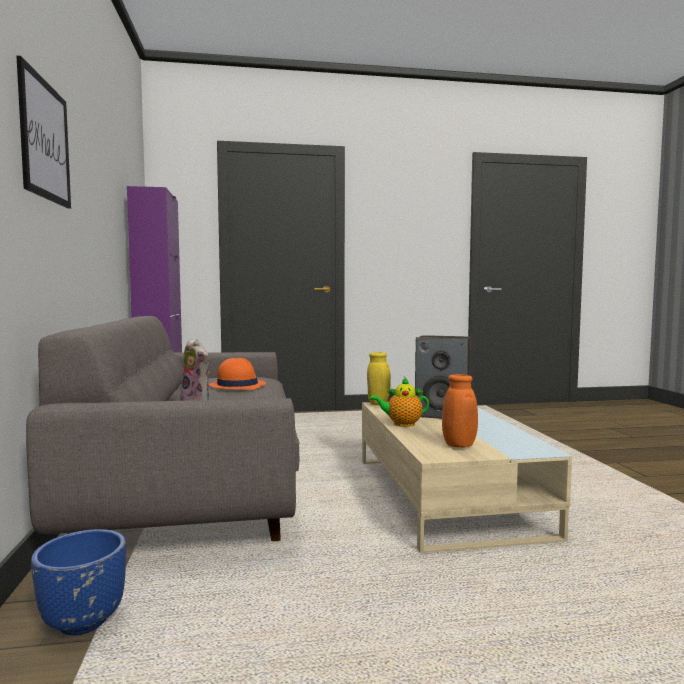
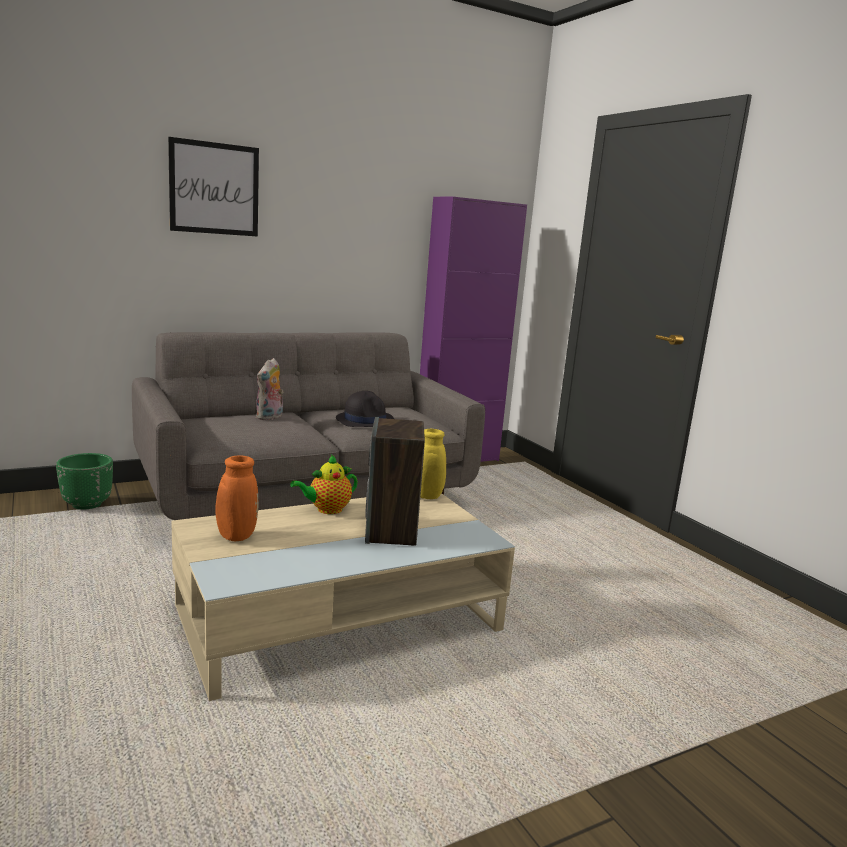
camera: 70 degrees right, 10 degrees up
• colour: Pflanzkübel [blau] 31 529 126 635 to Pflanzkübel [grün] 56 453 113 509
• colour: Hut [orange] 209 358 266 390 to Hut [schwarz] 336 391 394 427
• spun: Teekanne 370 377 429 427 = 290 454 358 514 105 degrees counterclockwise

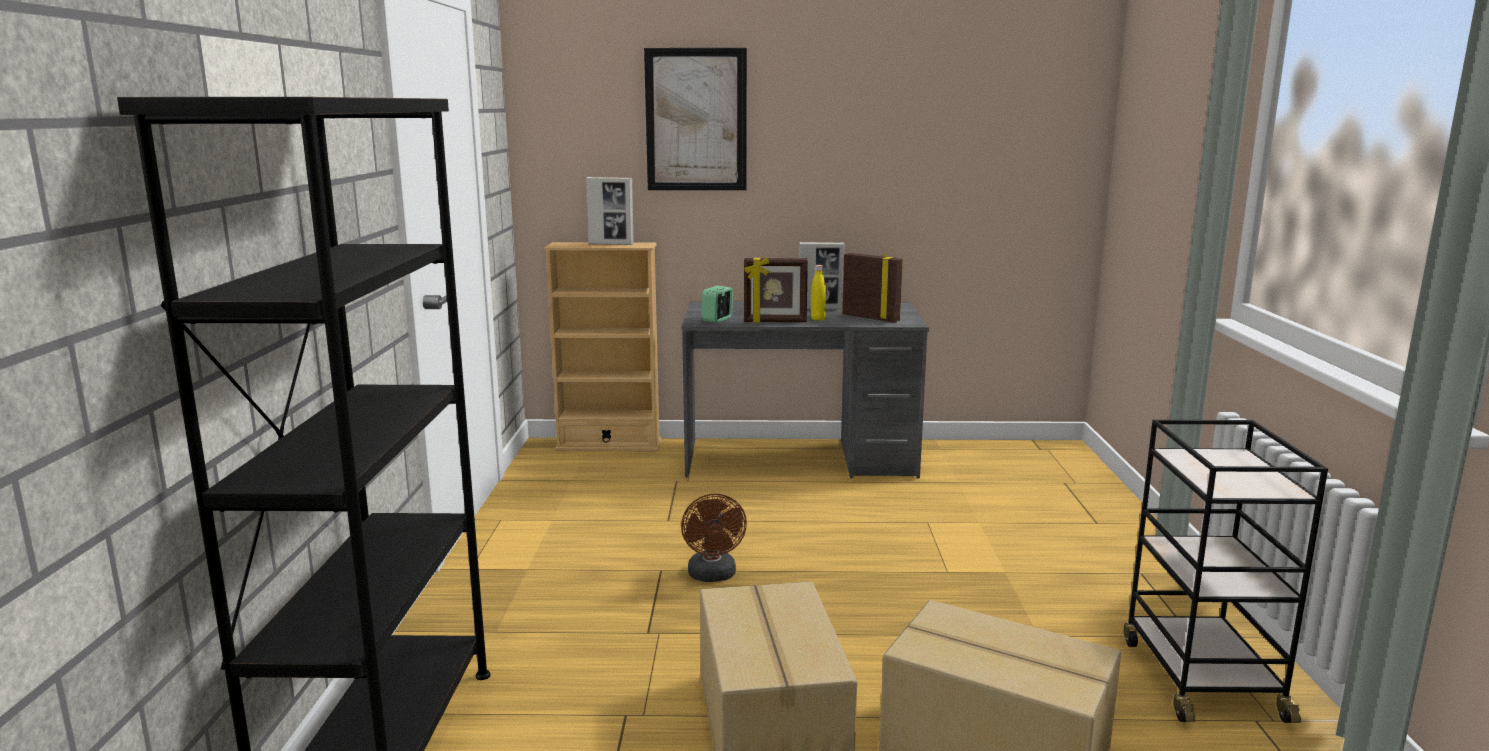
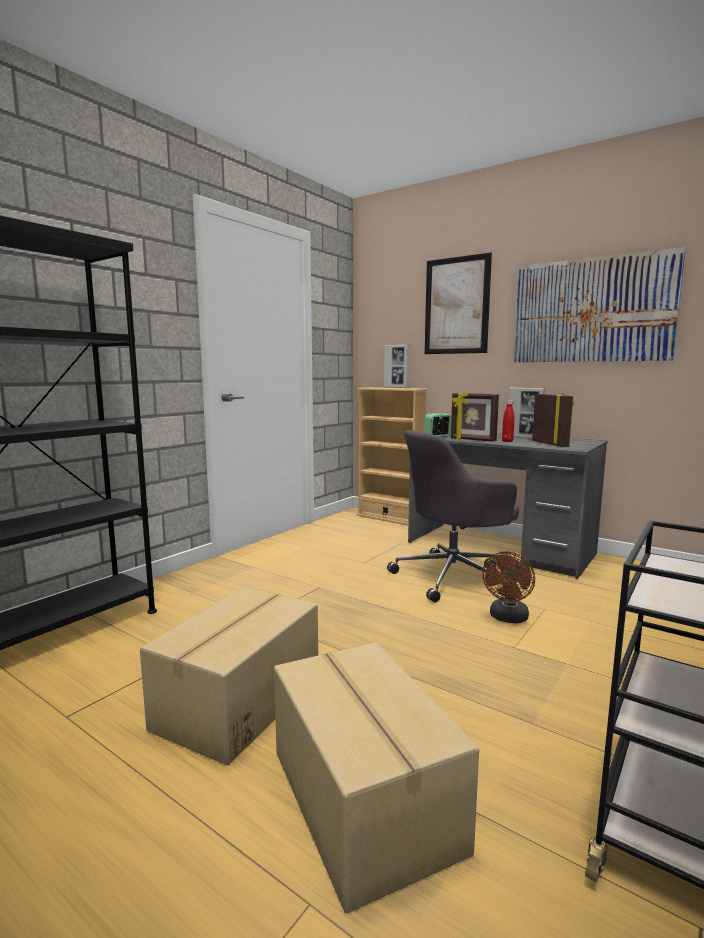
camera: 35 degrees right, 5 degrees down
• appeared: Bürostuhl [grau] 387 430 519 603
• appeared: Bild 513 247 686 362
• relocated: Ventilator [braun] 681 494 747 582 to 482 551 535 623
• colour: Flasche [gelb] 811 265 826 320 to Flasche [rot] 502 400 514 442

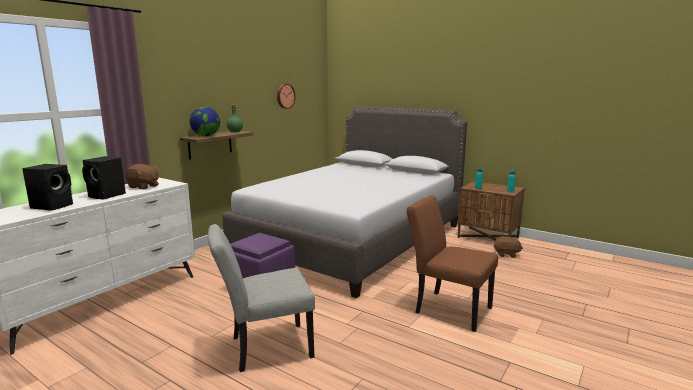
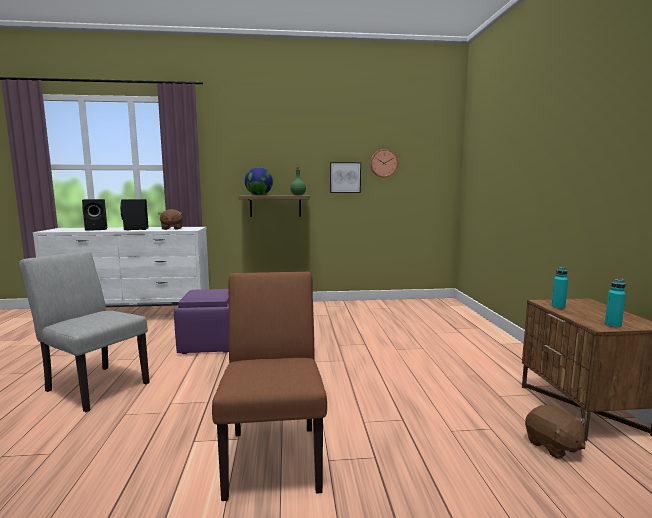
camera: 50 degrees right, 5 degrees down
• missing: Bett [grau] 223 106 467 298
• appeared: Bild 330 162 361 193

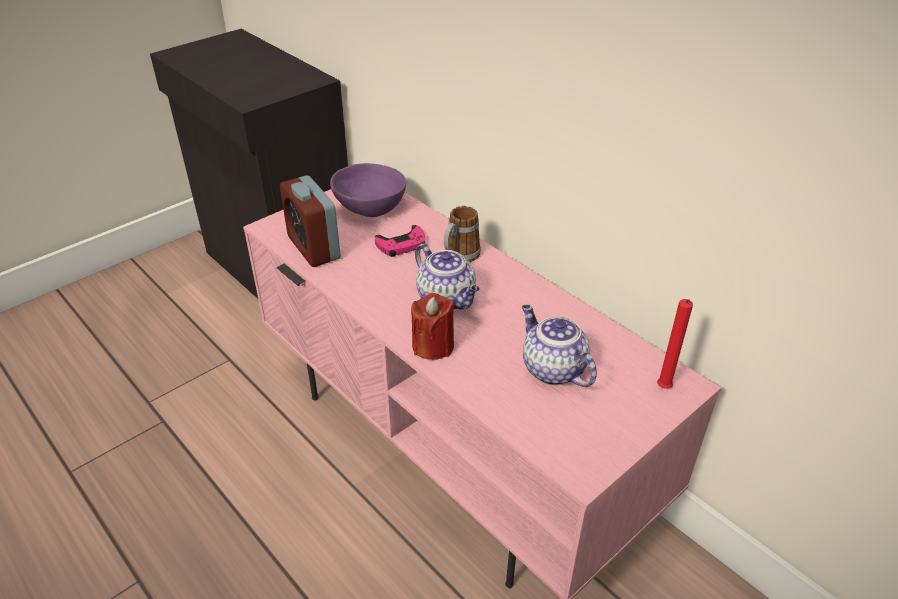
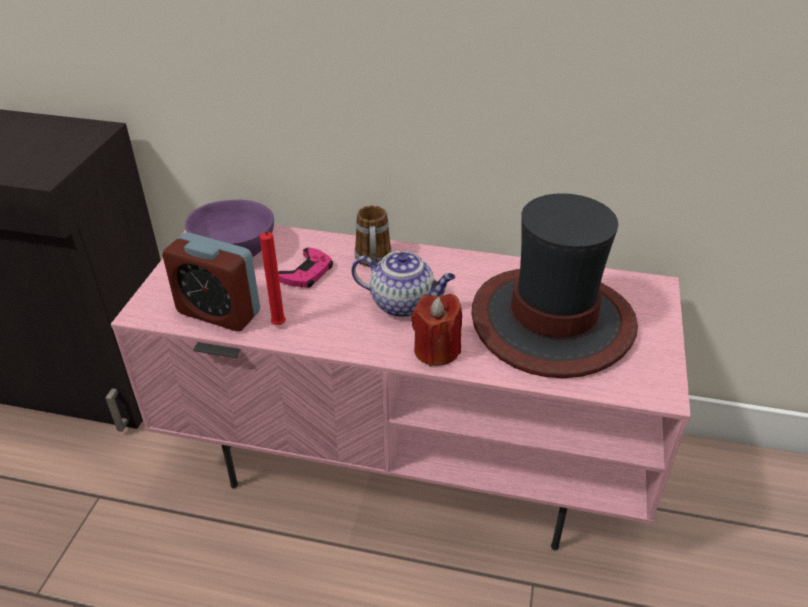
camera: 35 degrees left, 0 degrees up
• relocated: Kerze [rot] 657 299 693 389 to 260 230 286 325
• exchanged: Teekanne 522 305 597 387 to Hut 471 193 638 378

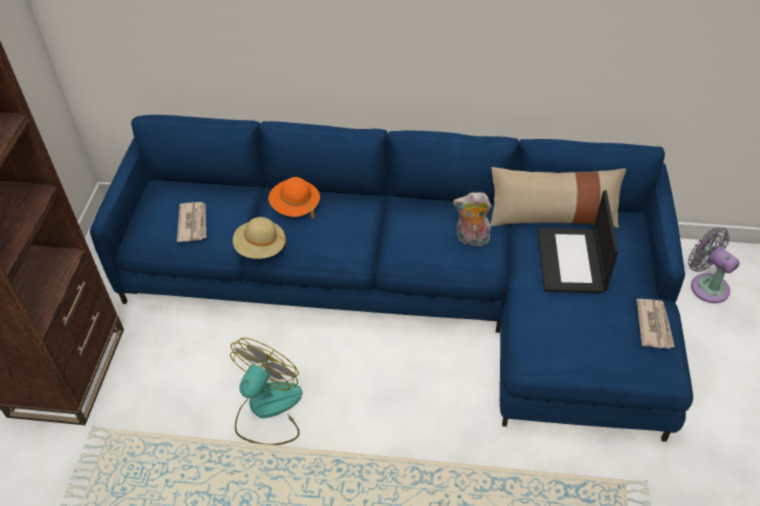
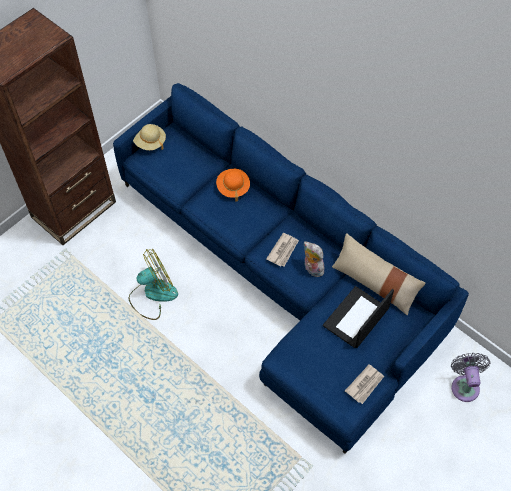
camera: 35 degrees right, 10 degrees up
• relocated: Zeitung 177 202 207 242 to 266 233 299 267
• relocated: Hut [beige] 233 217 287 259 to 133 124 166 150

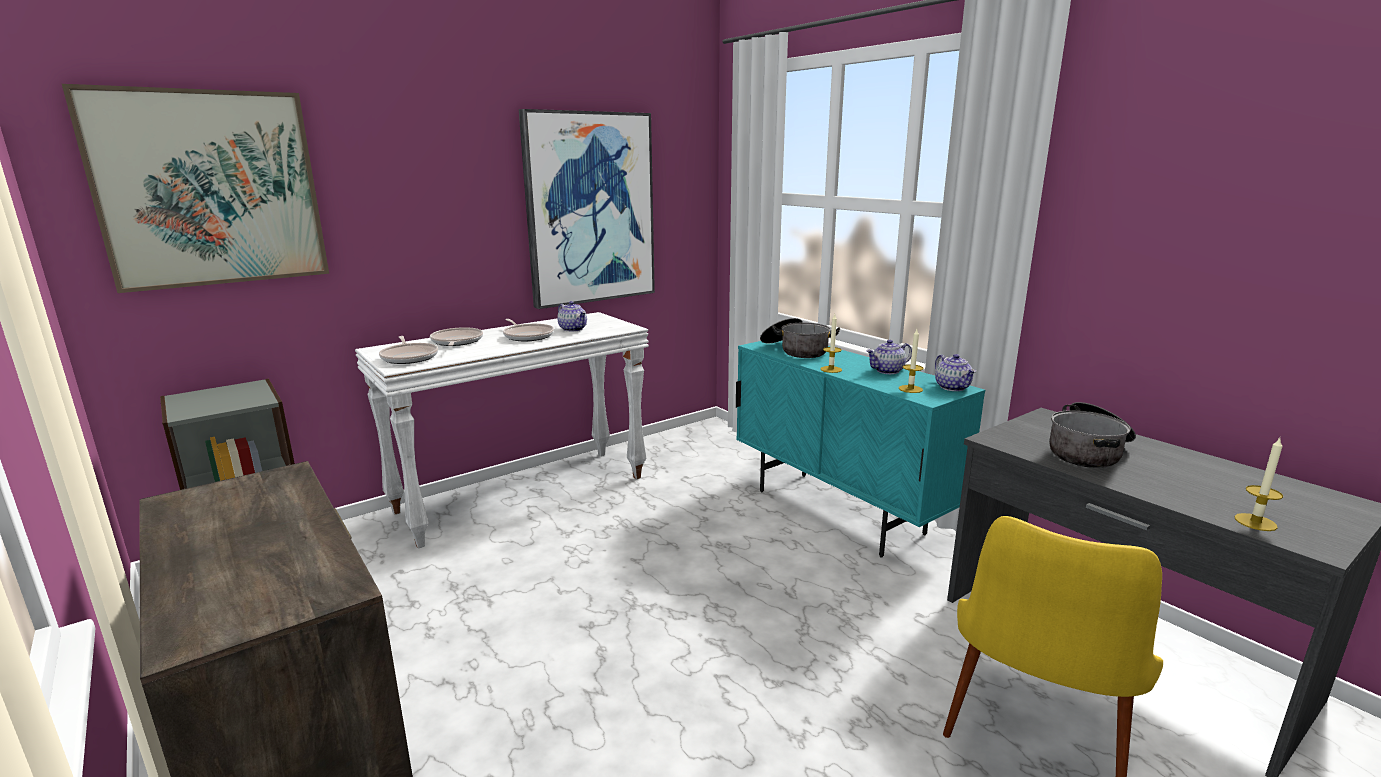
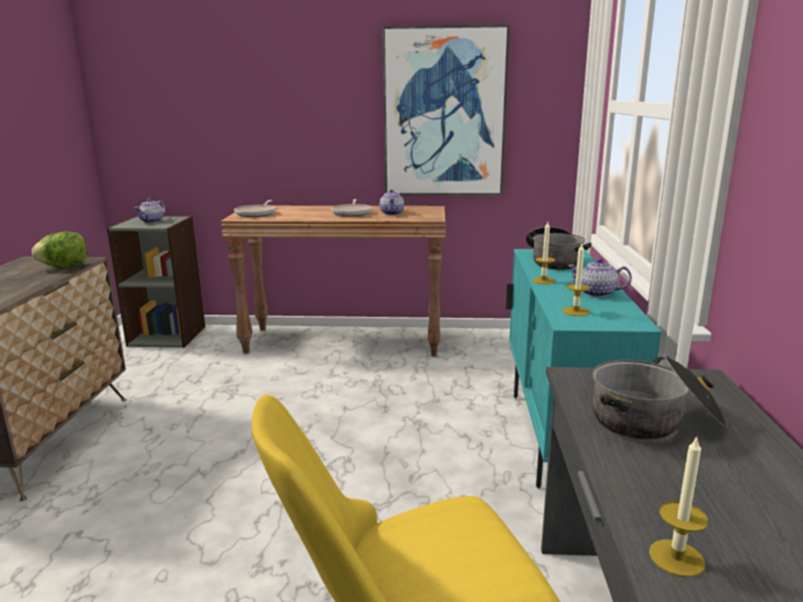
camera: 40 degrees right, 0 degrees up
• missing: Bild 62 84 329 293
• missing: Pfanne 430 327 483 346
• appeared: Salatkopf 32 232 87 268
• relocated: Teekanne 935 354 976 391 to 135 198 165 223
• colour: Konsolentisch [weiß] 355 312 649 549 to Konsolentisch [braun] 220 206 446 356

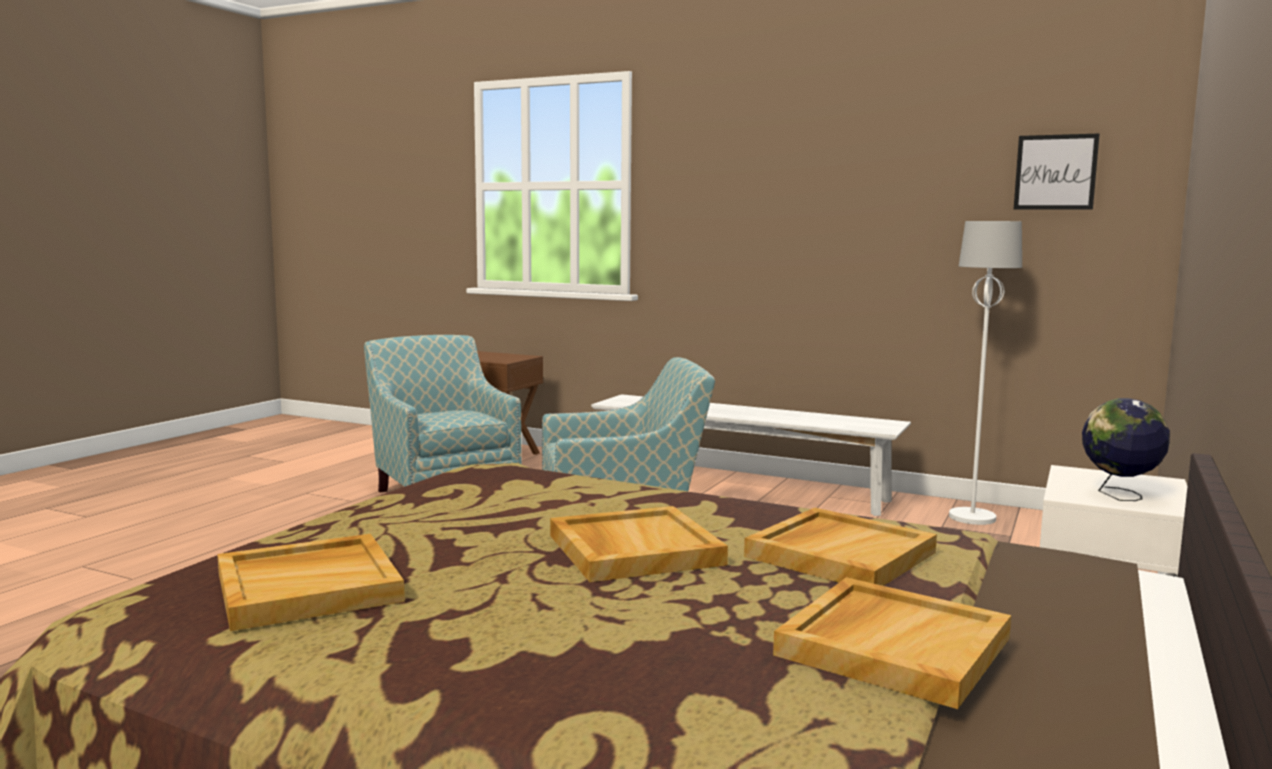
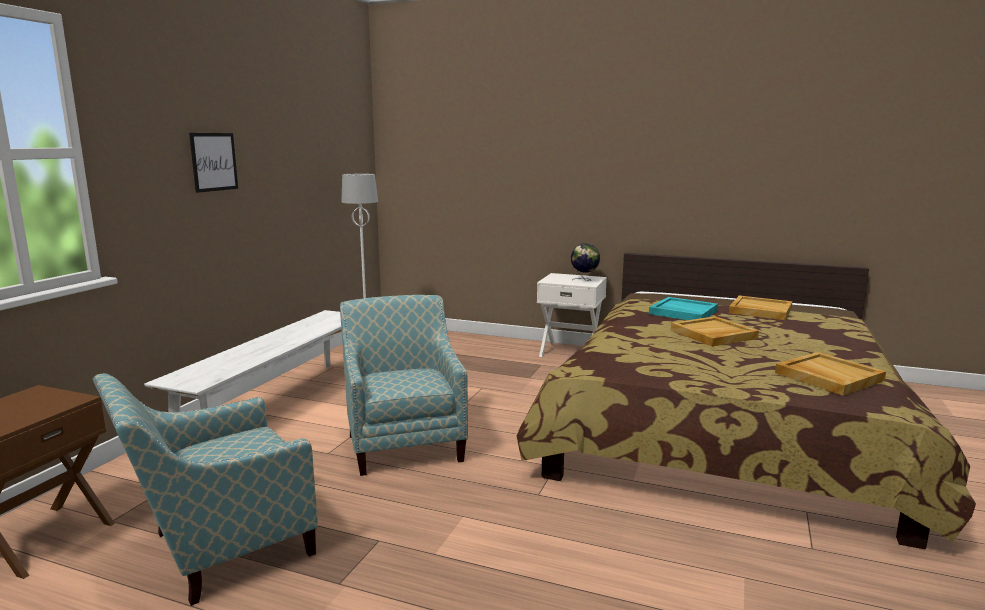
camera: 95 degrees left, 5 degrees up
• relocated: Bild 1014 133 1100 210 to 189 133 238 193
• colour: Tablett [beige] 744 508 937 586 to Tablett [türkis] 649 297 718 320

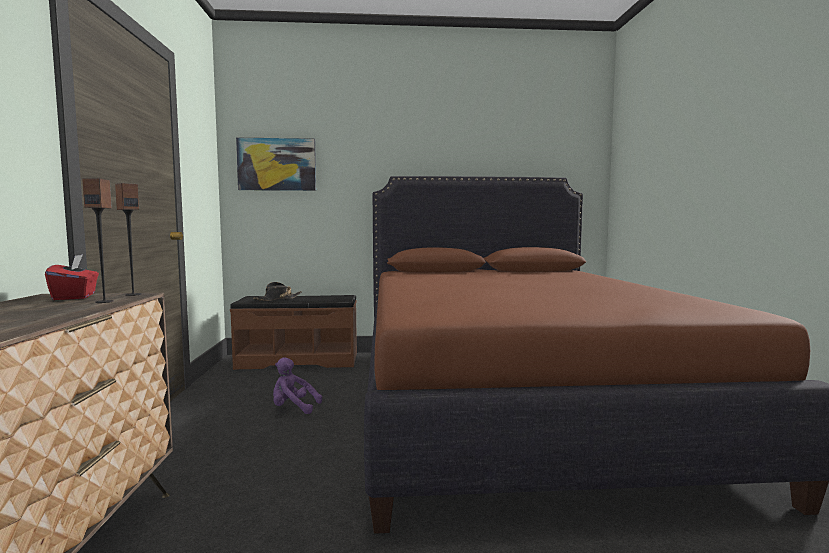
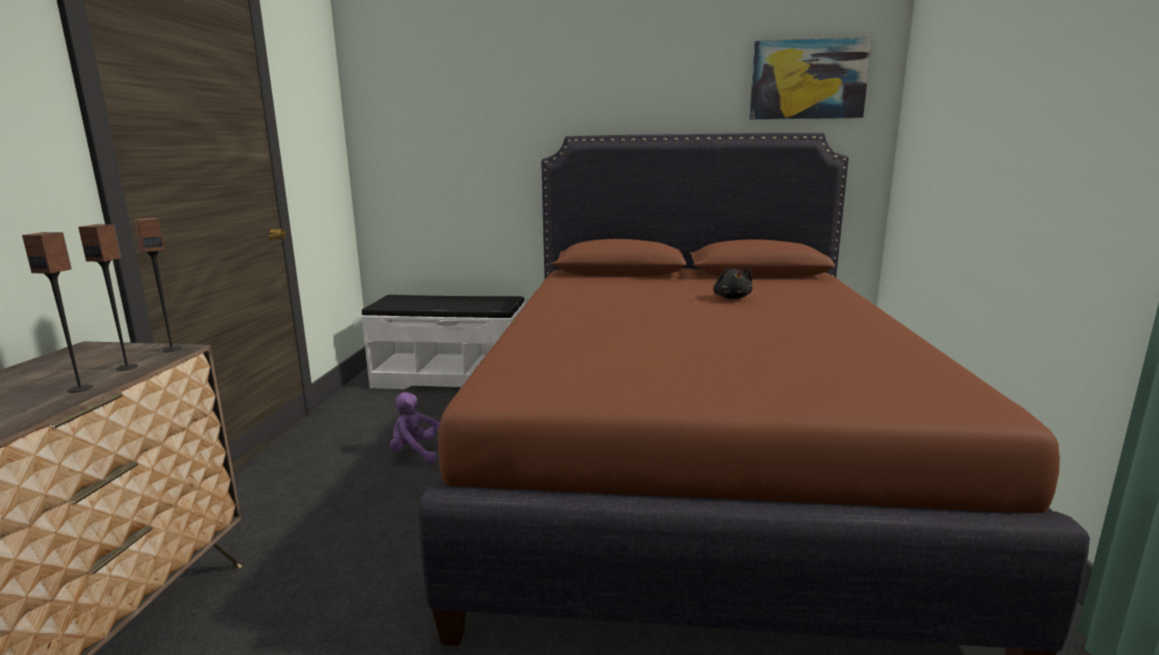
camera: 10 degrees right, 10 degrees up
• missing: Taschentuchbox [rot] 45 254 99 300
• missing: Hut [schwarz] 253 282 302 301
• appeared: Lautsprecher 22 232 93 393
• appeared: Plüschtier [schwarz] 713 268 752 299
• relocated: Bild 236 138 316 191 to 750 38 872 120
• colour: Bank [braun] 230 295 357 370 to Bank [weiß] 361 295 525 389

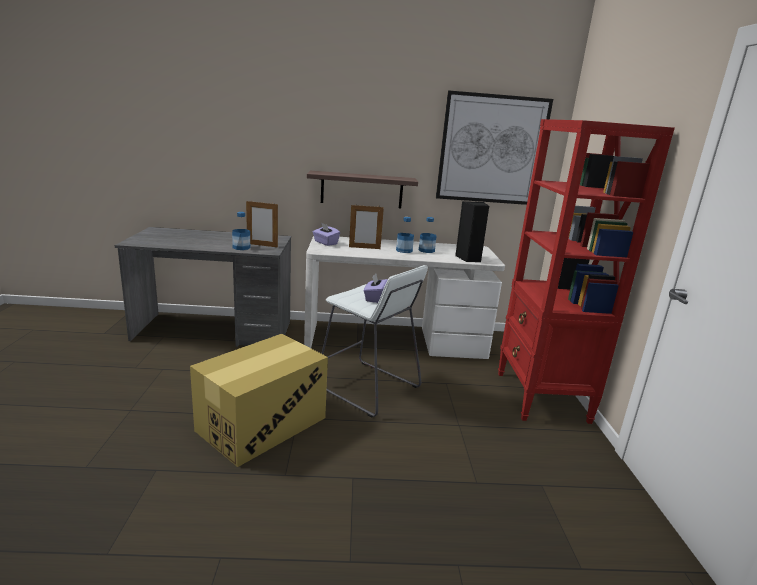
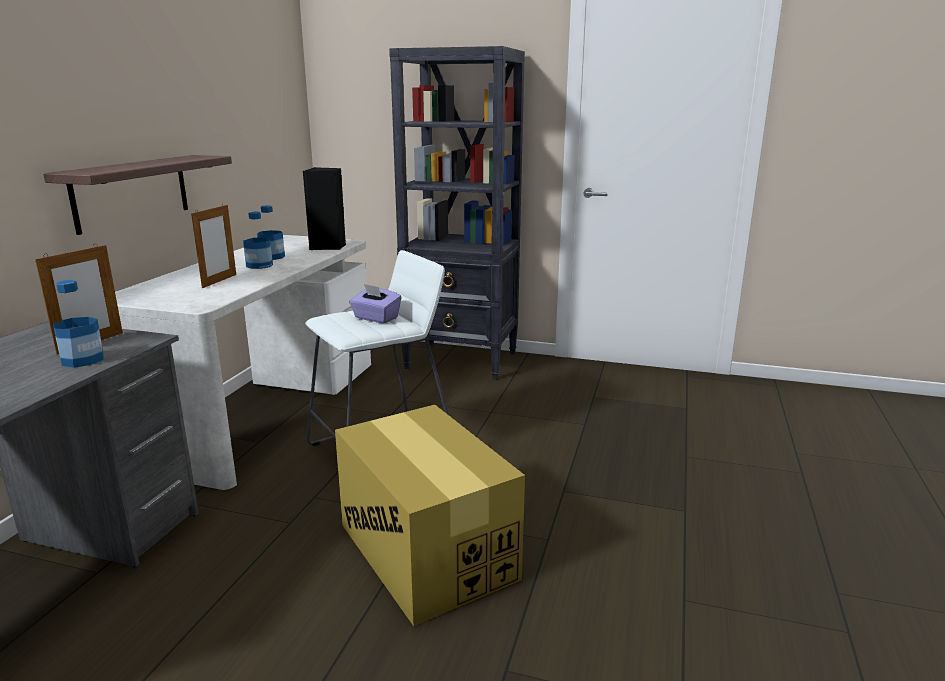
camera: 70 degrees left, 0 degrees up
• missing: Taschentuchbox [lila] 313 223 340 246
• missing: Bild 436 90 553 205
• colour: Bücherregal [rot] 498 119 675 424 to Bücherregal [schwarz] 389 46 525 380

